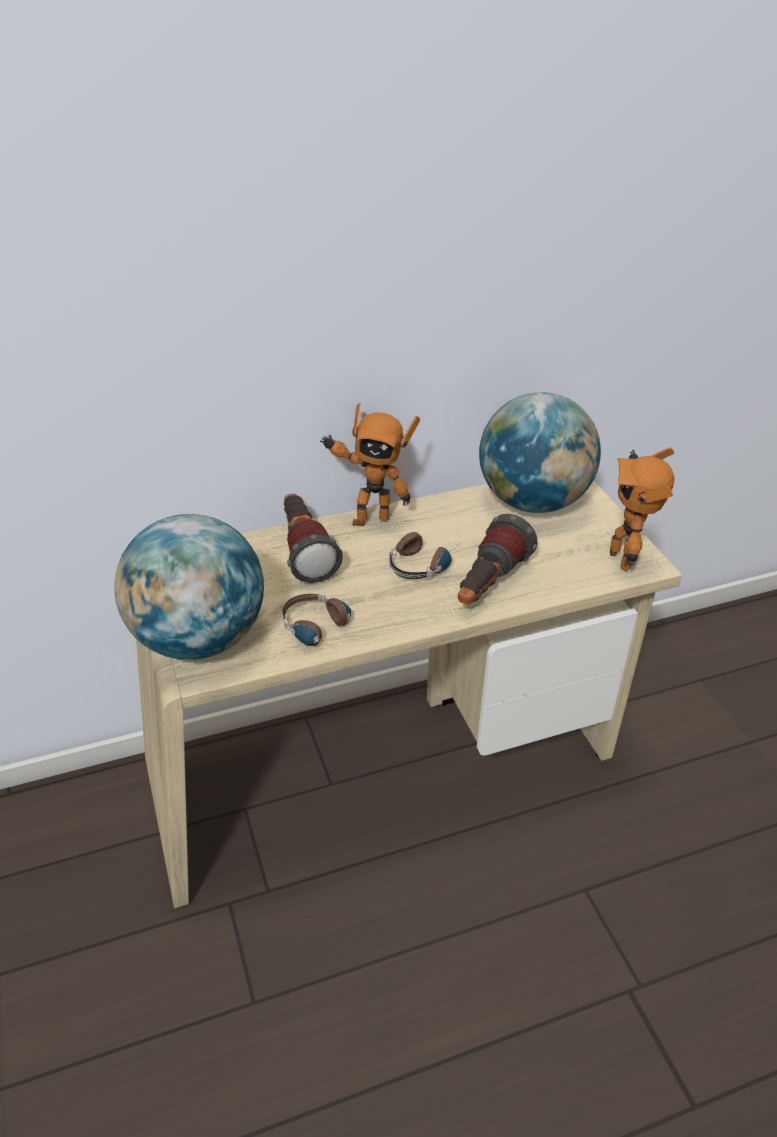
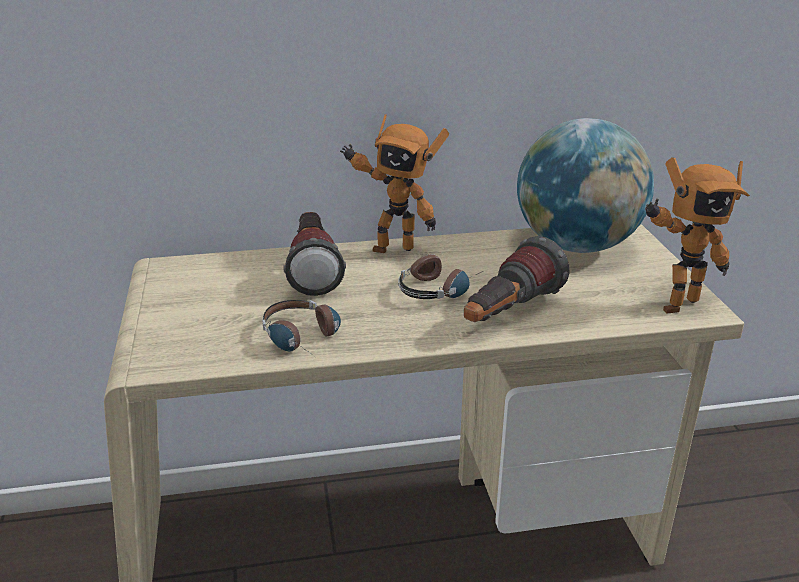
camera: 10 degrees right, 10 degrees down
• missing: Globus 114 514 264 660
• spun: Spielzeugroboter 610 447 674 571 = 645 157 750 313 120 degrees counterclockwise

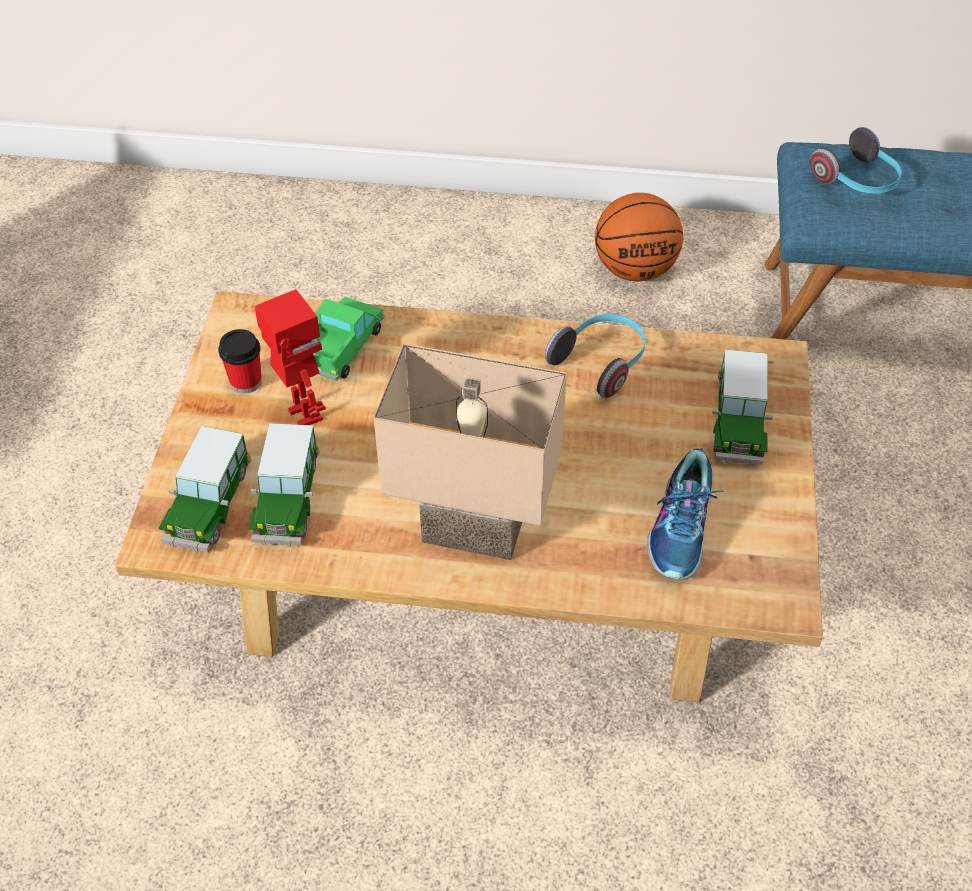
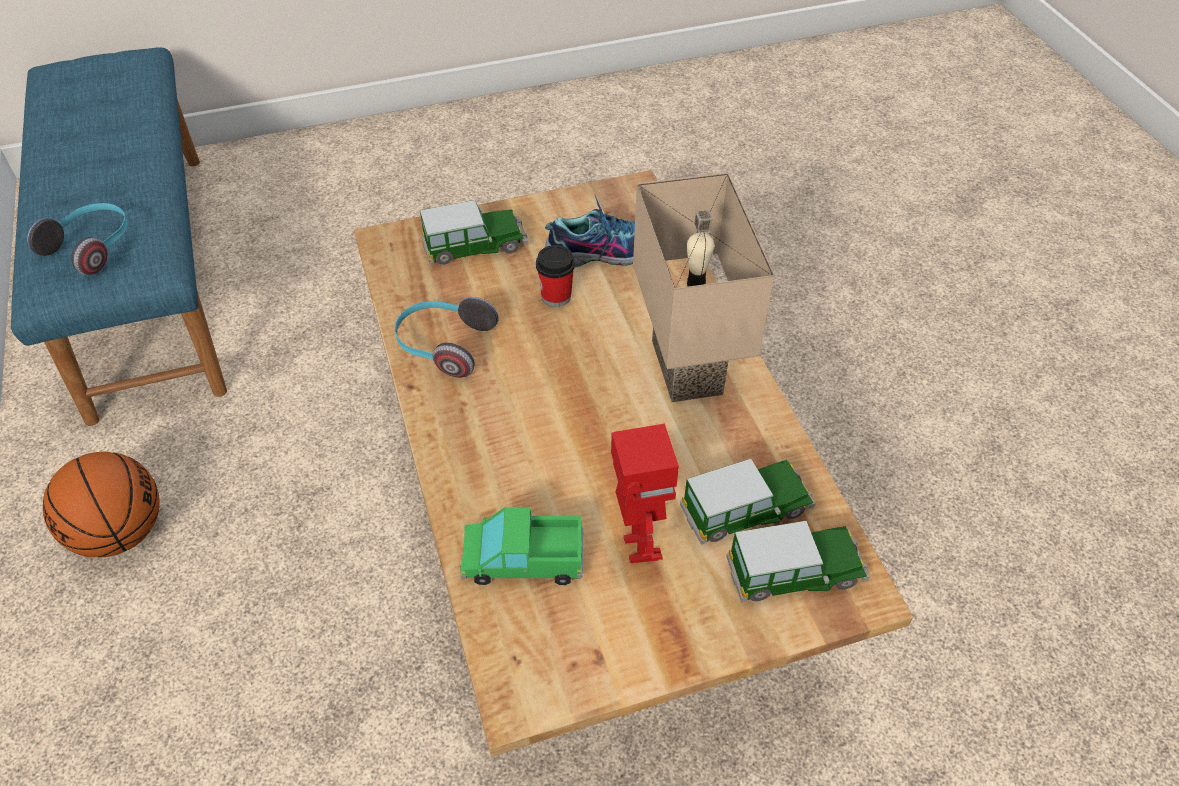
camera: 115 degrees left, 0 degrees up
• relocated: Tasse 218 329 262 394 to 536 245 575 307
• spun: Spielzeugroboter 254 289 326 425 = 611 424 679 563 135 degrees clockwise

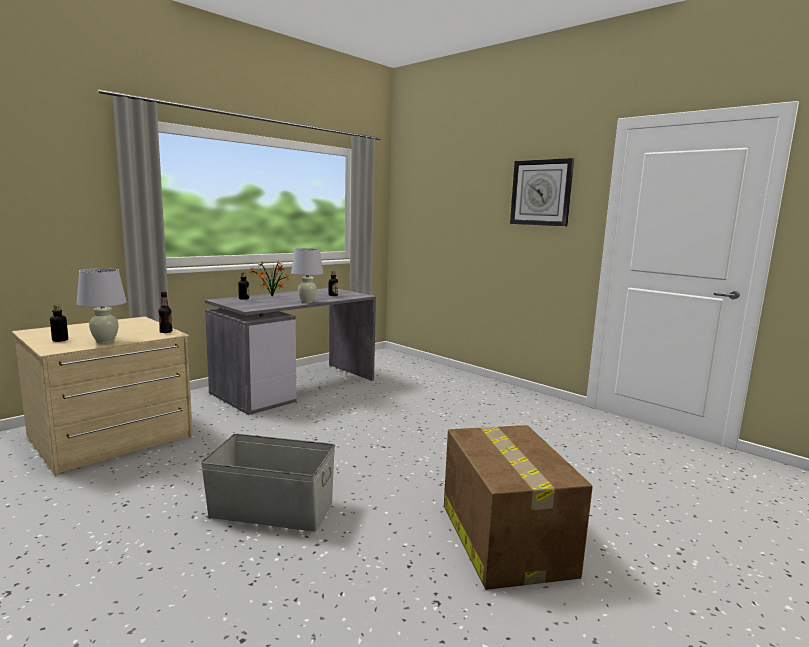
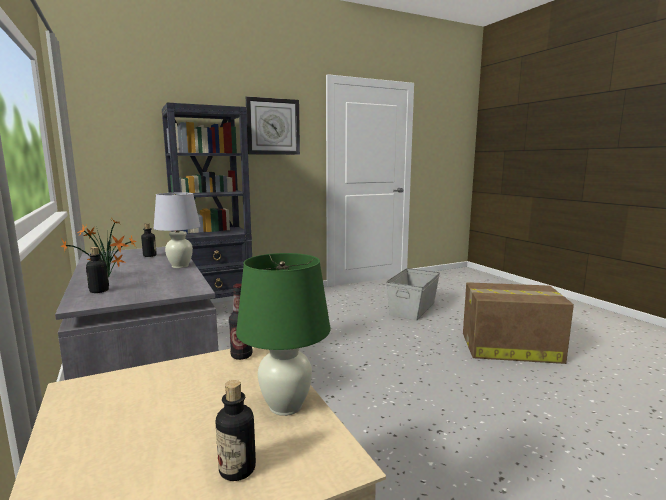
camera: 70 degrees left, 0 degrees up
• appeared: Bücherregal [schwarz] 162 102 252 299
• relocated: Aufbewahrungsbox [grau] 201 434 335 532 to 386 268 440 320
• colour: Tischlampe [weiß] 76 268 127 344 to Tischlampe [grün] 236 253 331 416

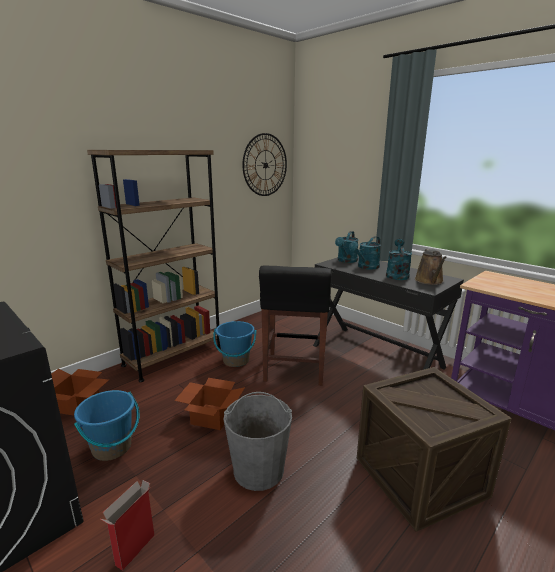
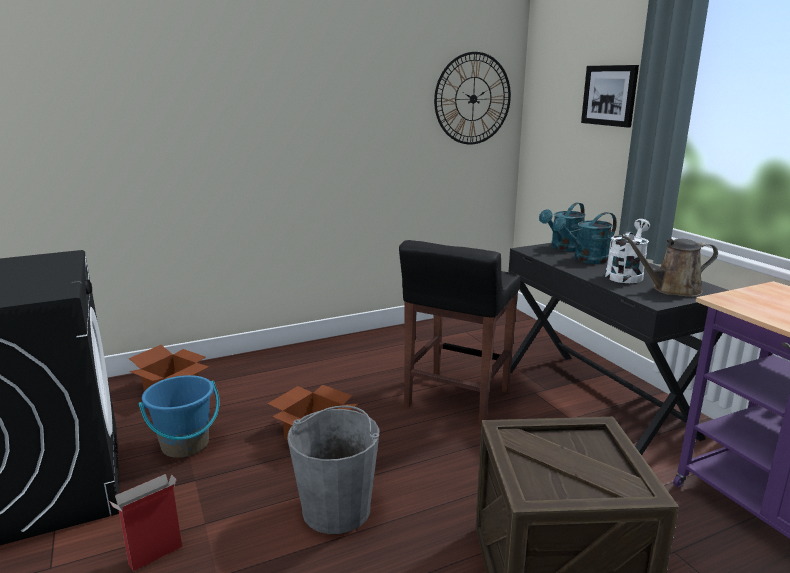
camera: 20 degrees right, 0 degrees up
• missing: Bücherregal [braun] 87 150 221 382
• missing: Eimer [blau] 213 321 257 367
• appeared: Bild 581 65 639 128
• colour: Gießkanne [türkis] 386 239 412 280 to Gießkanne [weiß] 605 219 650 283
• spun: Gießkanne [braun] 415 249 447 285 = 622 235 718 297 60 degrees clockwise

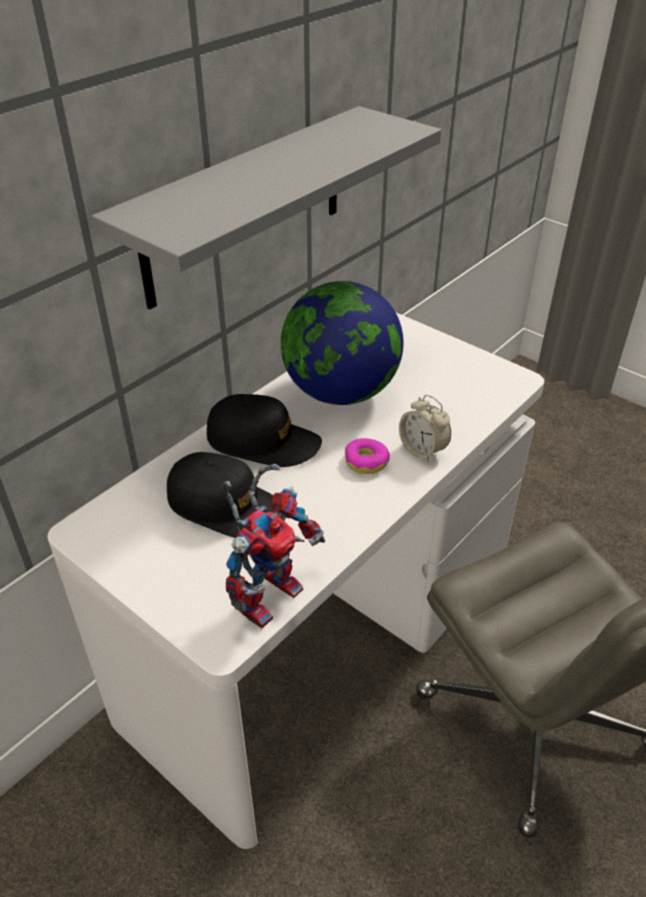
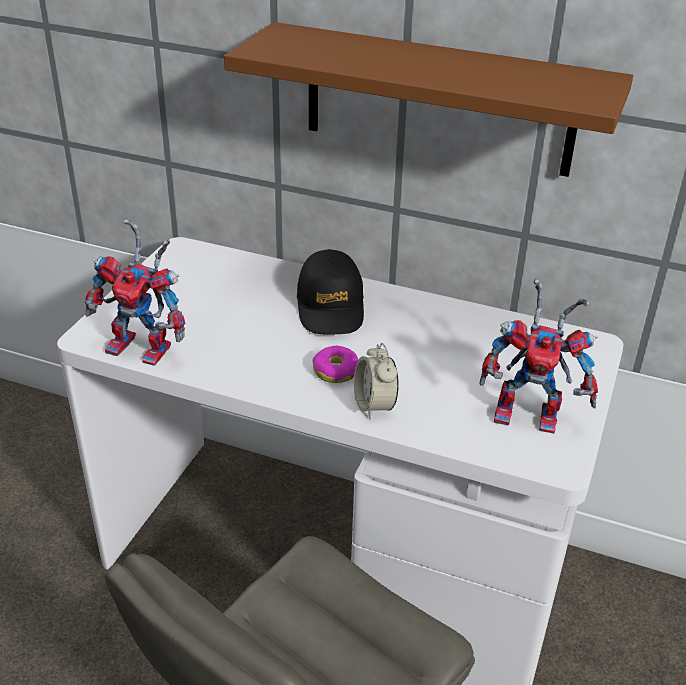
camera: 70 degrees right, 5 degrees down
• missing: Kappe [schwarz] 167 452 286 538
• missing: Globus 281 281 404 405
• appeared: Spielzeugroboter 479 278 598 434
• colour: Wandregal [grau] 91 106 441 310 to Wandregal [braun] 224 22 633 177
• spun: Wecker 399 395 451 463 = 354 343 399 419 45 degrees counterclockwise

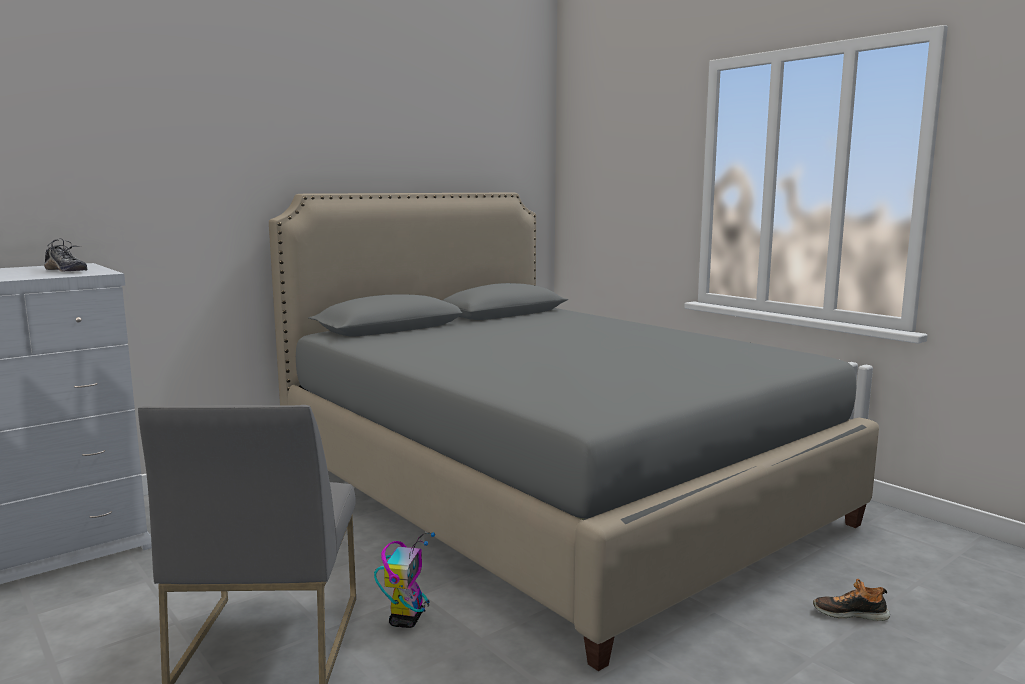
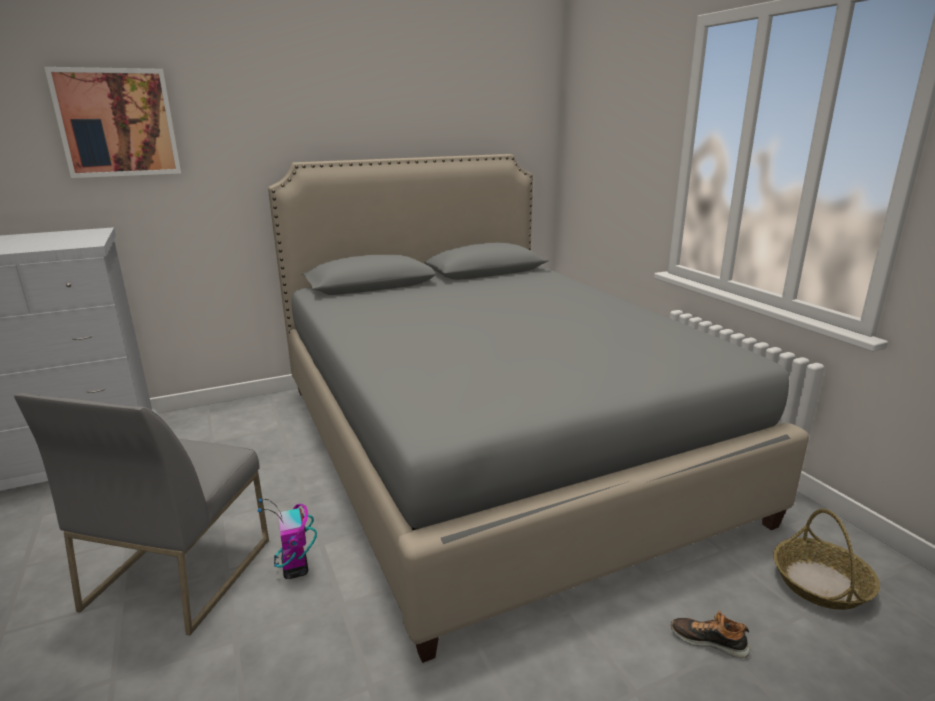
camera: 15 degrees right, 10 degrees up
• missing: Schuh 44 239 87 271
• appeared: Bild 44 67 181 178
• appeared: Korb 773 509 880 610
• spun: Spielzeugroboter 374 532 435 628 = 258 499 317 579 135 degrees clockwise

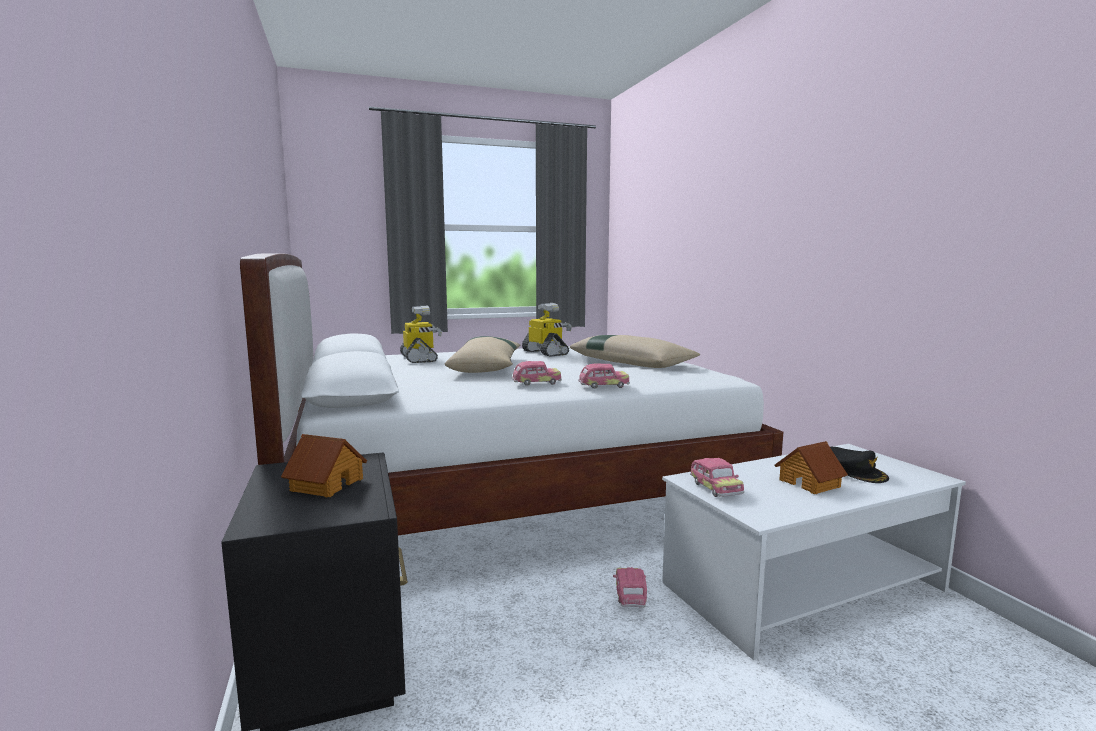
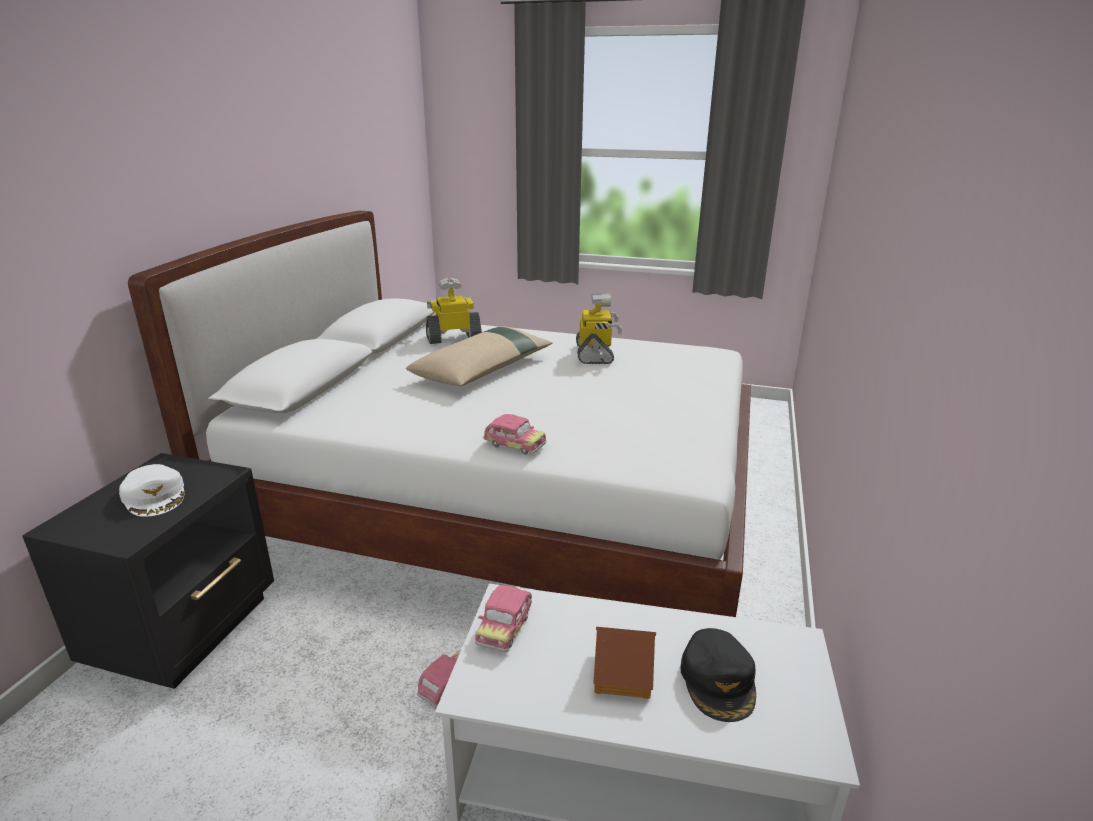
camera: 35 degrees right, 15 degrees up
• missing: Spielzeugauto 512 361 562 386
• missing: Kissen [beige] 570 335 700 368
• exchanged: Spielzeughaus 281 434 367 497 to Kappe [weiß] 119 464 184 517
• spun: Spielzeugroboter 400 306 442 363 = 426 278 482 344 120 degrees counterclockwise

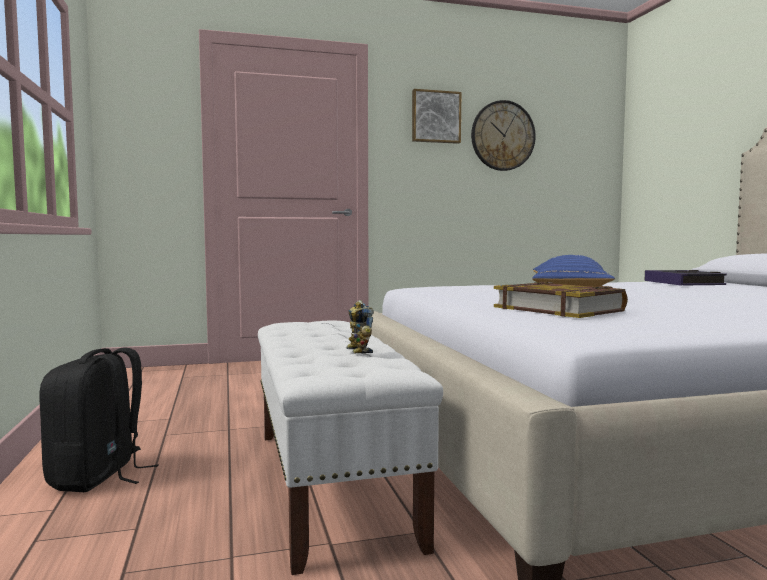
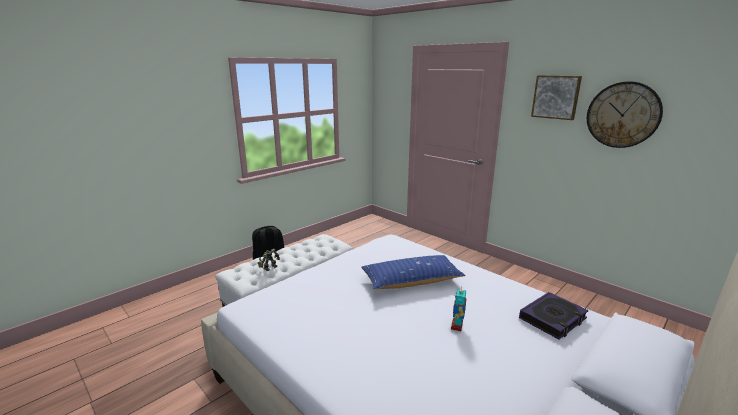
camera: 60 degrees right, 15 degrees up
• missing: Buch 494 282 628 318
• appeared: Spielzeugroboter 451 288 467 331

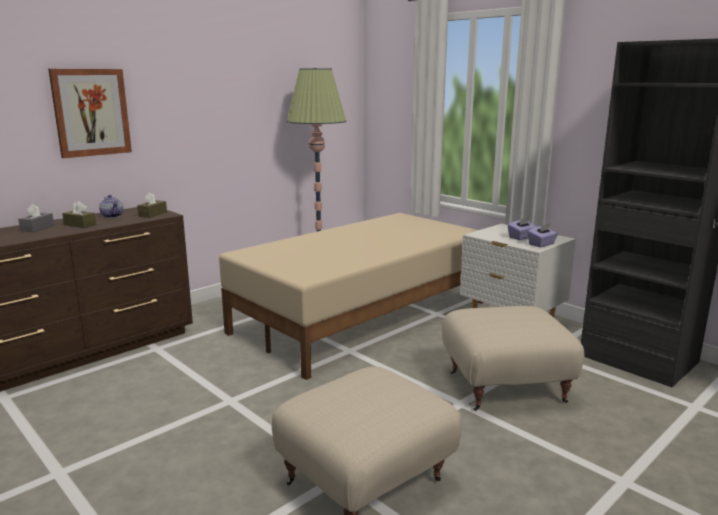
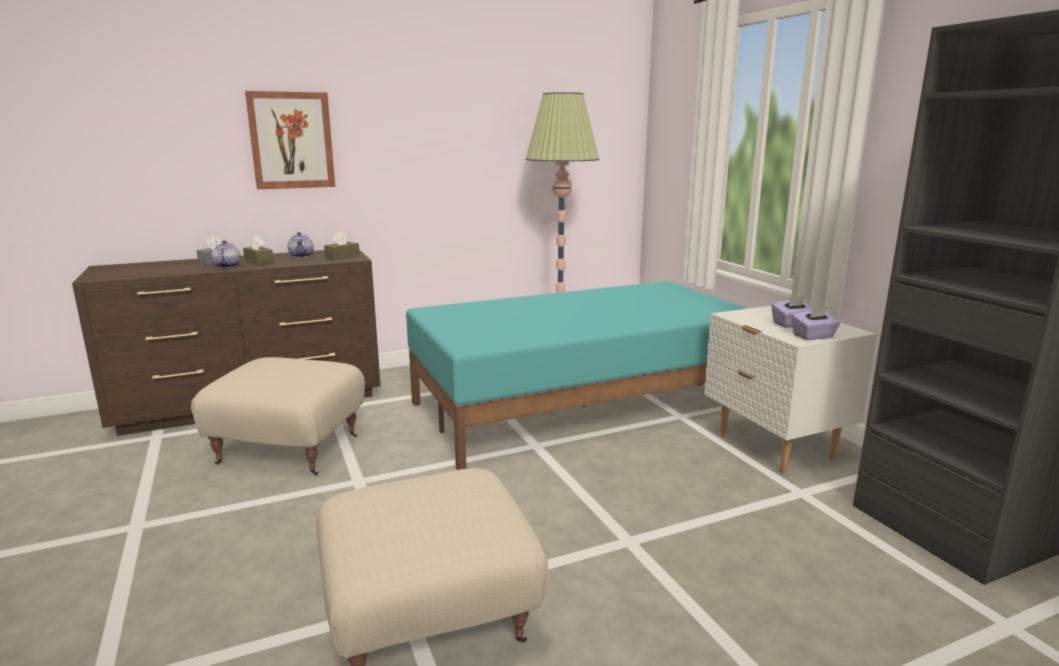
camera: 20 degrees right, 0 degrees up
• appeared: Teekanne 211 241 241 268
• relocated: Polsterhocker [beige] 442 306 584 411 to 191 357 365 475
• colour: Bett [beige] 219 213 484 380 to Bett [türkis] 406 281 748 470

